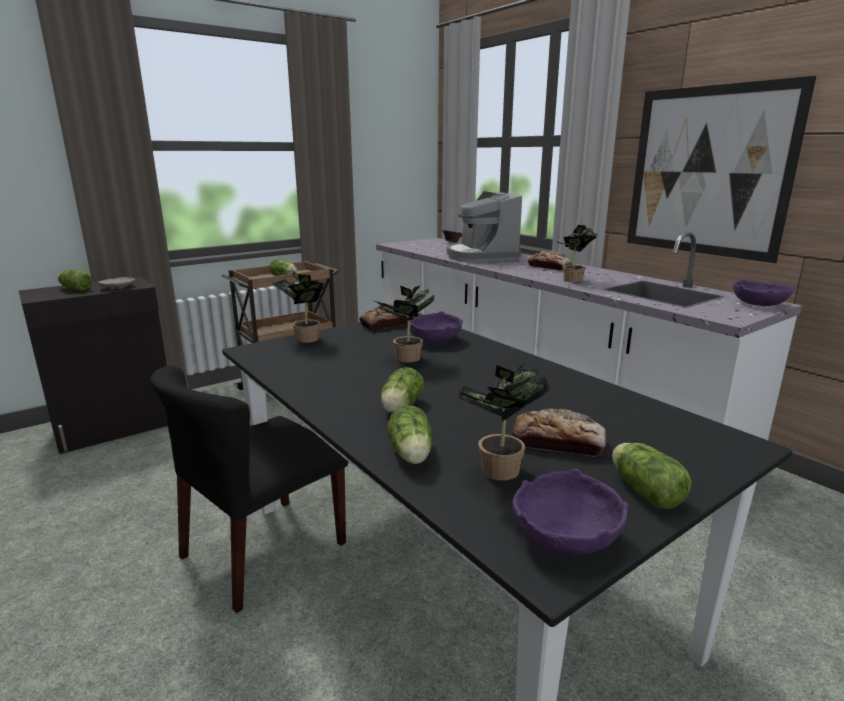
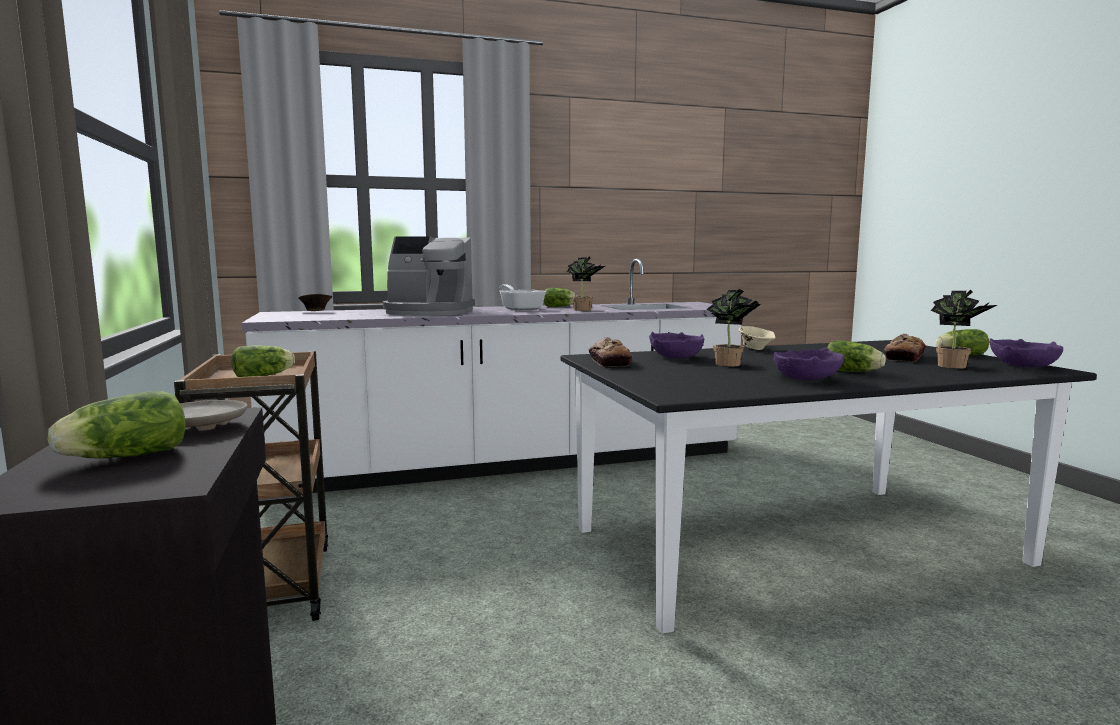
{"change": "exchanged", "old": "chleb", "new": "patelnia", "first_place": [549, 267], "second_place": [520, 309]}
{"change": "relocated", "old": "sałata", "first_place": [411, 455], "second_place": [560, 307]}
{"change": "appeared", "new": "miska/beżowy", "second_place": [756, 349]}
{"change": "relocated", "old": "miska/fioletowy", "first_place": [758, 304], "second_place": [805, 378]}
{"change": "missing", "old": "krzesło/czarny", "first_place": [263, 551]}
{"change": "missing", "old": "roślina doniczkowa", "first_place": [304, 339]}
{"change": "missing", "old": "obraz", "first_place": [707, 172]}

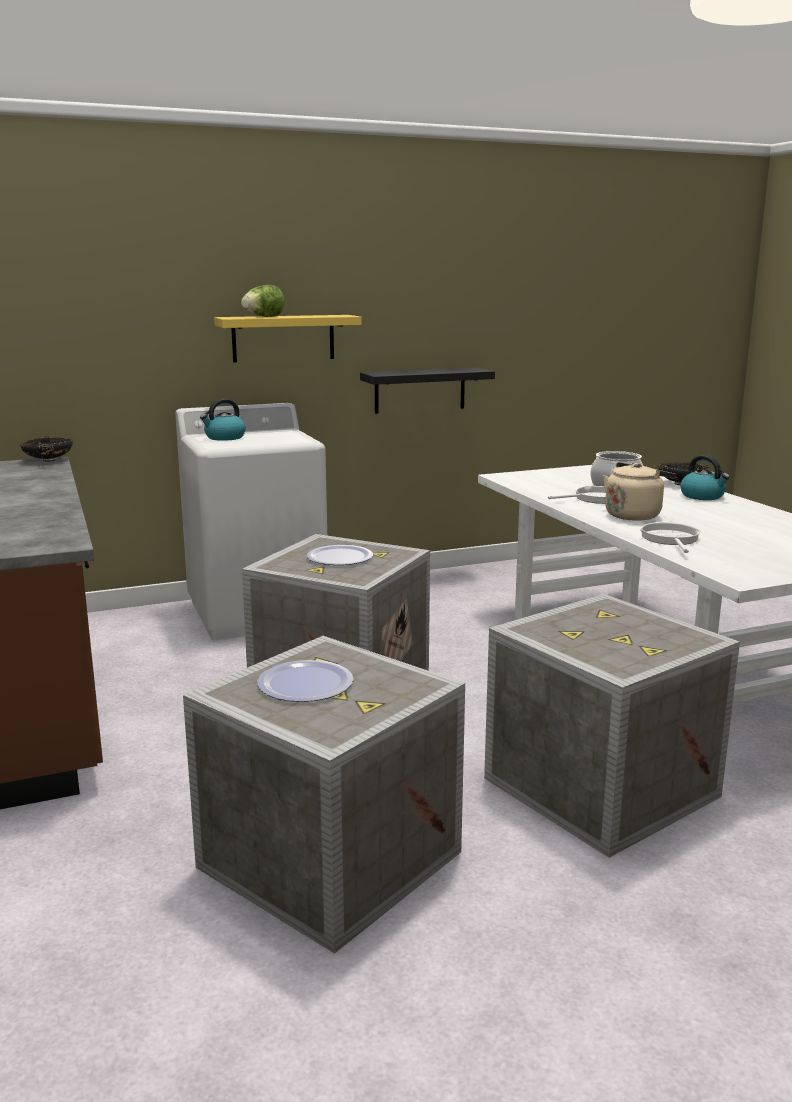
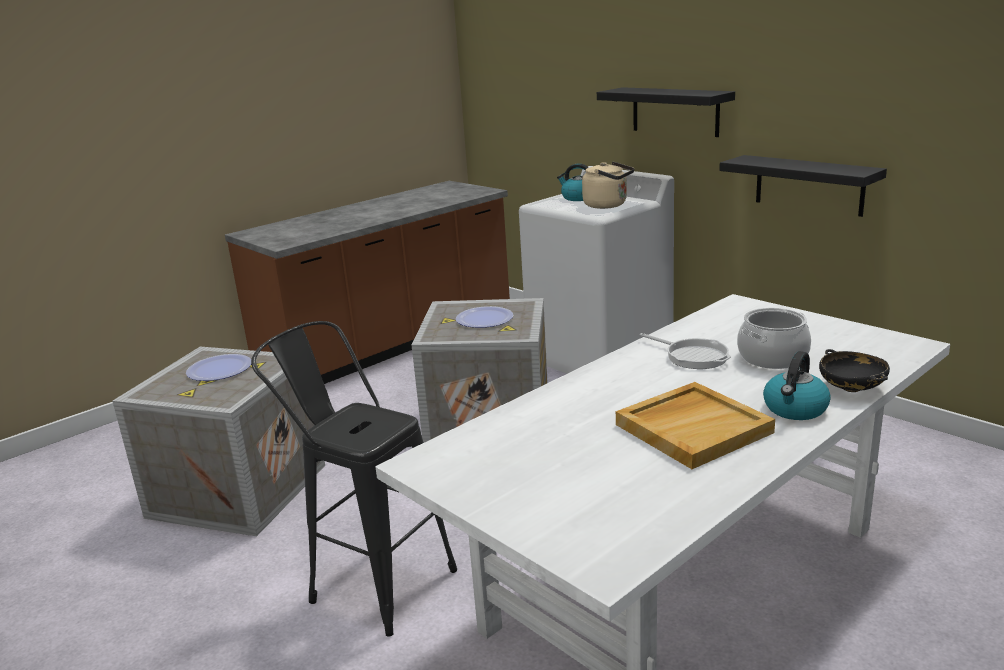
{"change": "exchanged", "old": "skrzynka", "new": "stołek/czarny", "first_place": [596, 787], "second_place": [372, 581]}
{"change": "relocated", "old": "czajnik/beżowy", "first_place": [634, 515], "second_place": [608, 205]}
{"change": "colour", "old": "półka/żółty", "new": "półka/czarny", "first_place": [283, 338], "second_place": [675, 111]}
{"change": "appeared", "new": "taca/beżowy", "second_place": [693, 428]}
{"change": "missing", "old": "miska/czarny", "first_place": [48, 460]}
{"change": "missing", "old": "sałata", "first_place": [263, 317]}
{"change": "missing", "old": "patelnia", "first_place": [670, 539]}

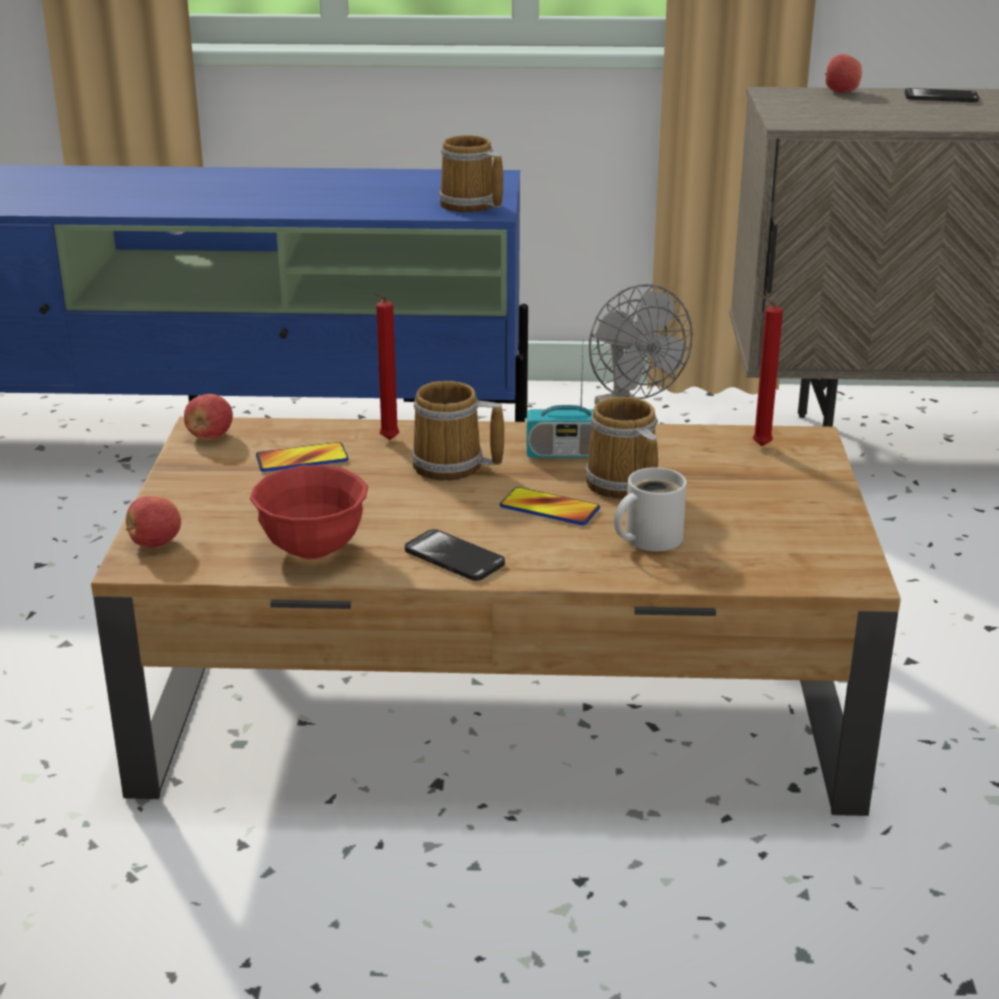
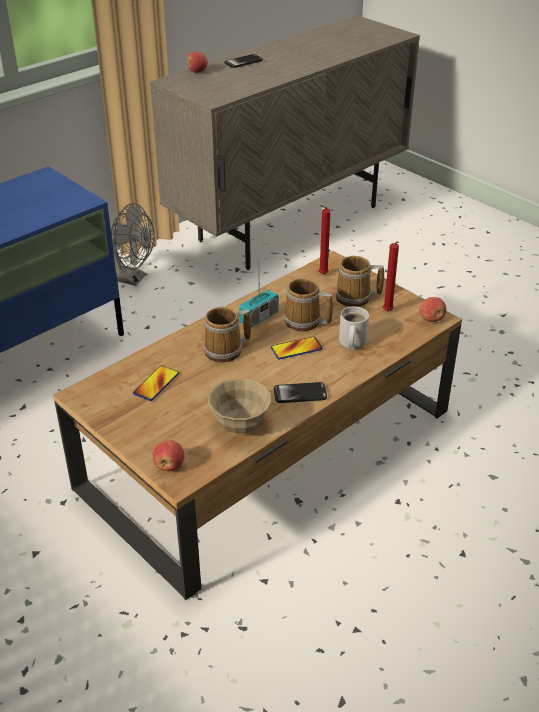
{"change": "colour", "old": "miska/czerwony", "new": "miska/beżowy", "first_place": [313, 549], "second_place": [240, 425]}
{"change": "relocated", "old": "kubek", "first_place": [469, 205], "second_place": [356, 298]}
{"change": "relocated", "old": "świeca/czerwony", "first_place": [387, 441], "second_place": [388, 312]}
{"change": "relocated", "old": "jabłko", "first_place": [210, 436], "second_place": [431, 319]}

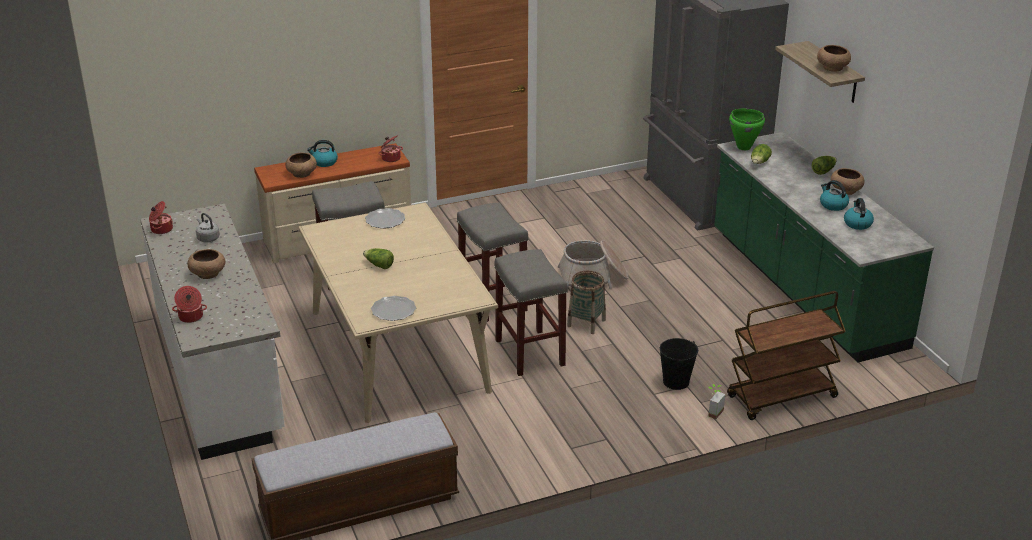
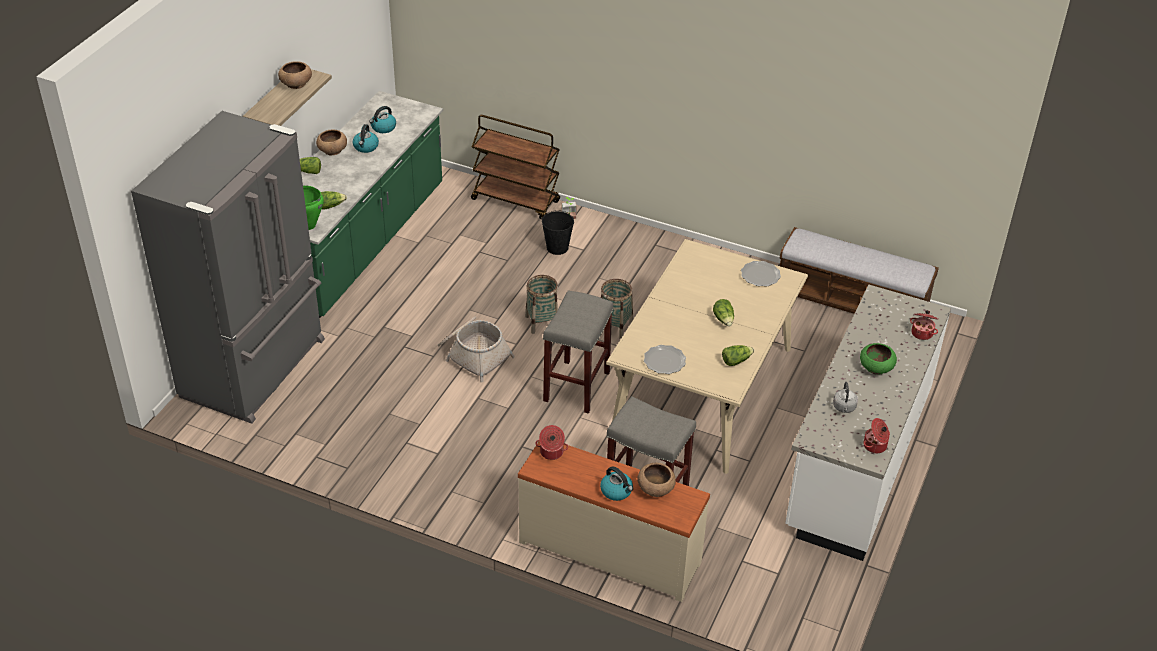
{"change": "exchanged", "old": "stołek/szary", "new": "koszyk", "first_place": [530, 353], "second_place": [614, 326]}
{"change": "appeared", "new": "sałata", "second_place": [736, 360]}
{"change": "colour", "old": "miska/brązowy", "new": "miska/zielony", "first_place": [207, 273], "second_place": [876, 368]}

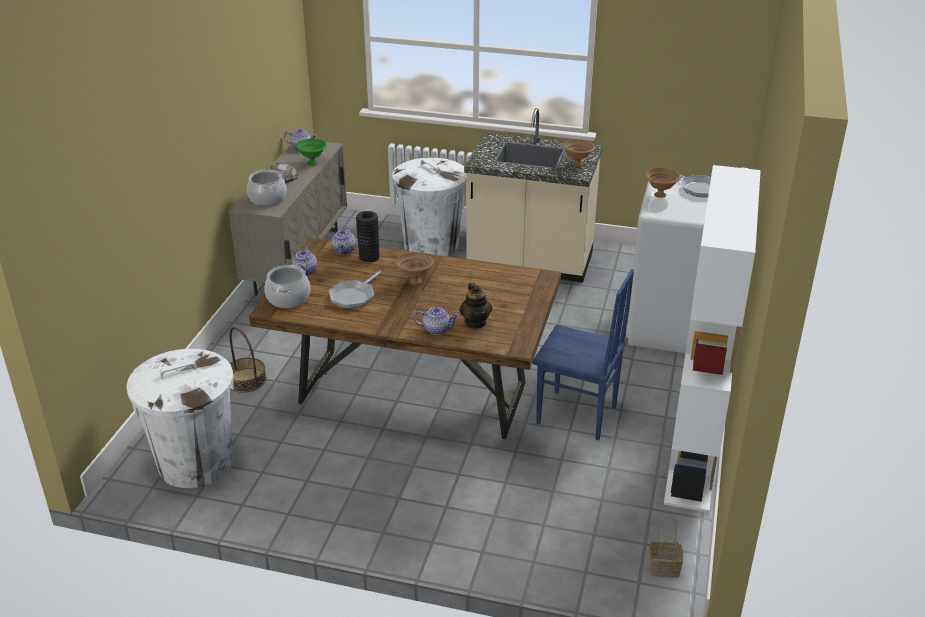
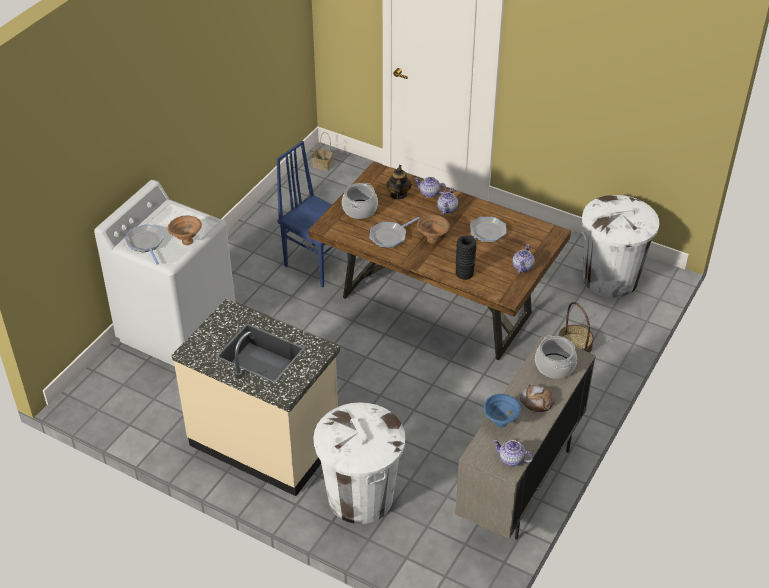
{"change": "relocated", "old": "garnek", "first_place": [288, 298], "second_place": [359, 209]}
{"change": "appeared", "new": "patelnia", "second_place": [390, 236]}
{"change": "relocated", "old": "imbryk", "first_place": [344, 250], "second_place": [447, 209]}
{"change": "colour", "old": "miska/zielony", "new": "miska/niebieski", "first_place": [312, 162], "second_place": [501, 423]}
{"change": "missing", "old": "miska/brązowy", "first_place": [576, 164]}
{"change": "missing", "old": "regał/biały", "first_place": [693, 457]}

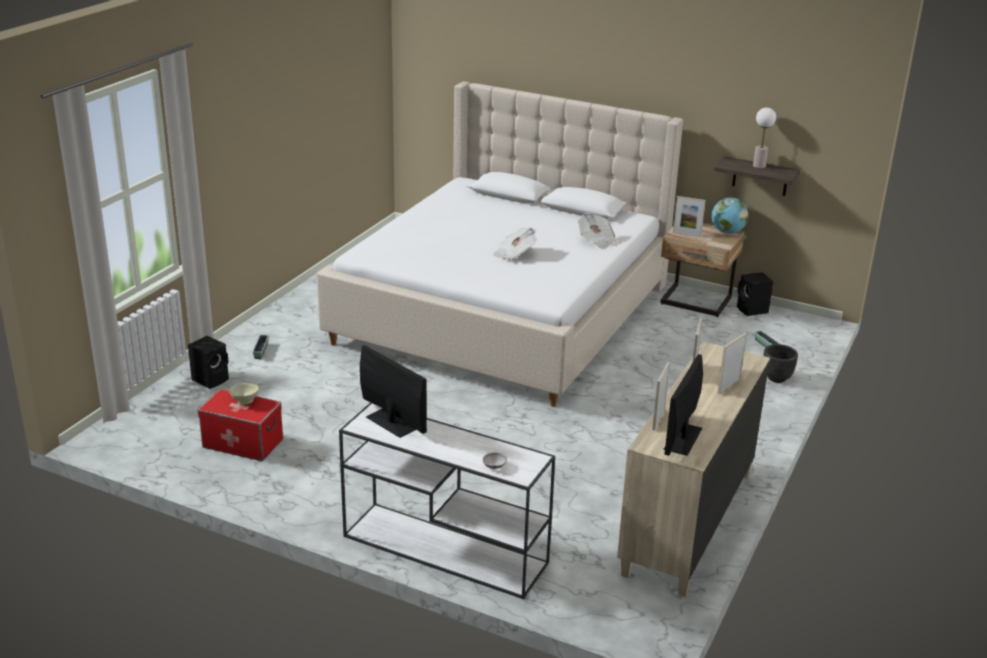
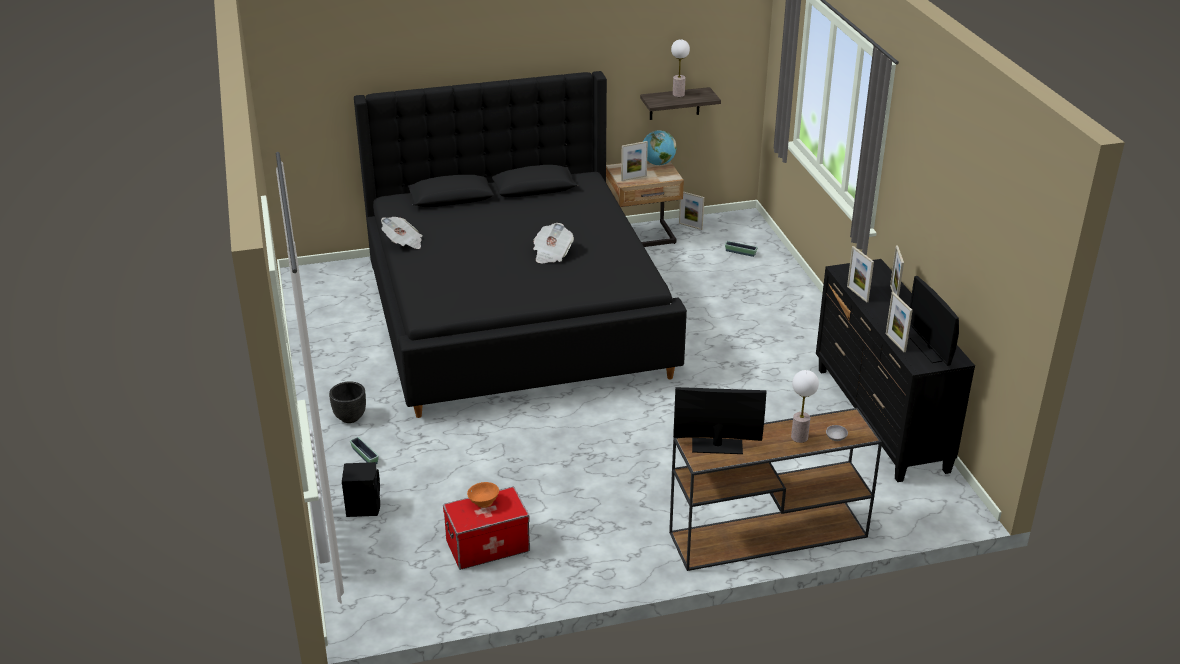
{"change": "relocated", "old": "donica/czarny", "first_place": [776, 378], "second_place": [349, 417]}
{"change": "colour", "old": "łóżko/beżowy", "new": "łóżko/czarny", "first_place": [504, 313], "second_place": [516, 316]}
{"change": "relocated", "old": "gazeta", "first_place": [596, 241], "second_place": [403, 242]}
{"change": "colour", "old": "miska/beżowy", "new": "miska/pomarańczowy", "first_place": [245, 401], "second_place": [483, 502]}
{"change": "colour", "old": "stolik konsolowy/biały", "new": "stolik konsolowy/brązowy", "first_place": [443, 549], "second_place": [766, 535]}
{"change": "exchanged", "old": "głośnik/czarny", "new": "ramka na zdjęcie", "first_place": [752, 310], "second_place": [690, 226]}
{"change": "appeared", "new": "lampa stołowa", "second_place": [799, 437]}
{"change": "colour", "old": "komoda/beżowy", "new": "komoda/czarny", "first_place": [687, 522], "second_place": [880, 419]}

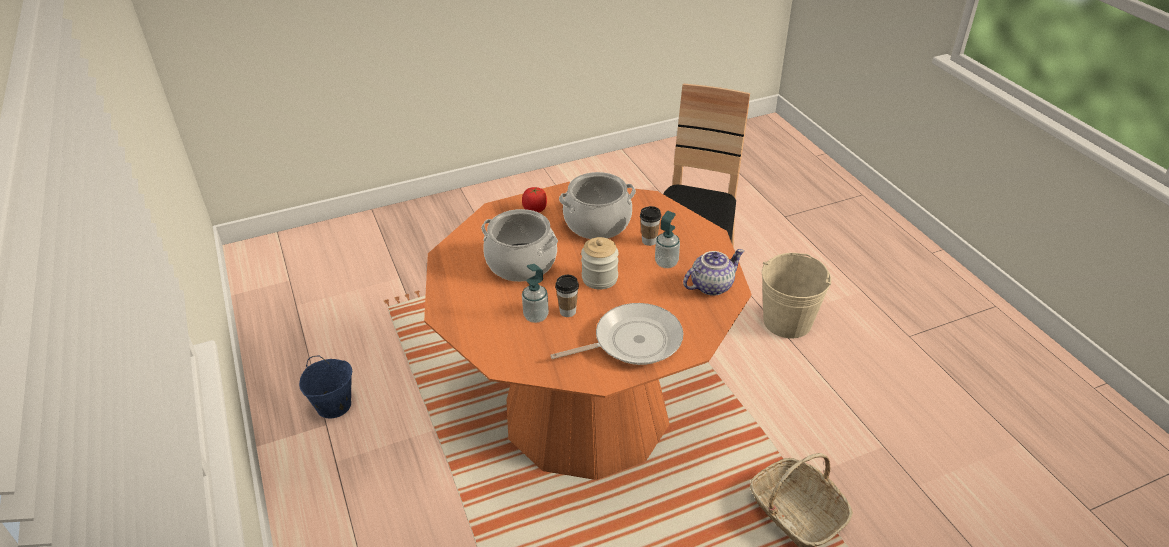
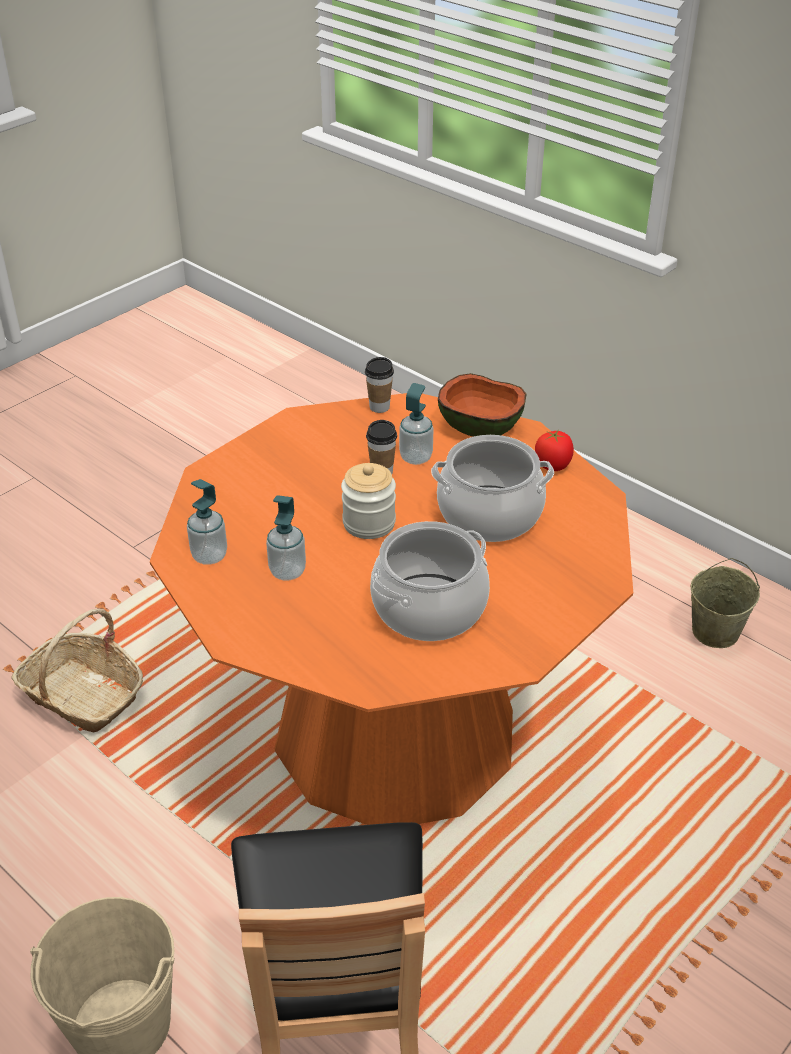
{"change": "exchanged", "old": "imbryk", "new": "dozownik mydła", "first_place": [711, 285], "second_place": [209, 556]}
{"change": "relocated", "old": "filiżanka", "first_place": [649, 241], "second_place": [379, 407]}
{"change": "appeared", "new": "miska", "second_place": [481, 426]}
{"change": "relocated", "old": "pomidor", "first_place": [535, 210], "second_place": [553, 465]}
{"change": "colour", "old": "wiadro/niebieski", "new": "wiadro/beżowy", "first_place": [333, 406], "second_place": [715, 631]}
{"change": "missing", "old": "patelnia", "first_place": [632, 341]}

